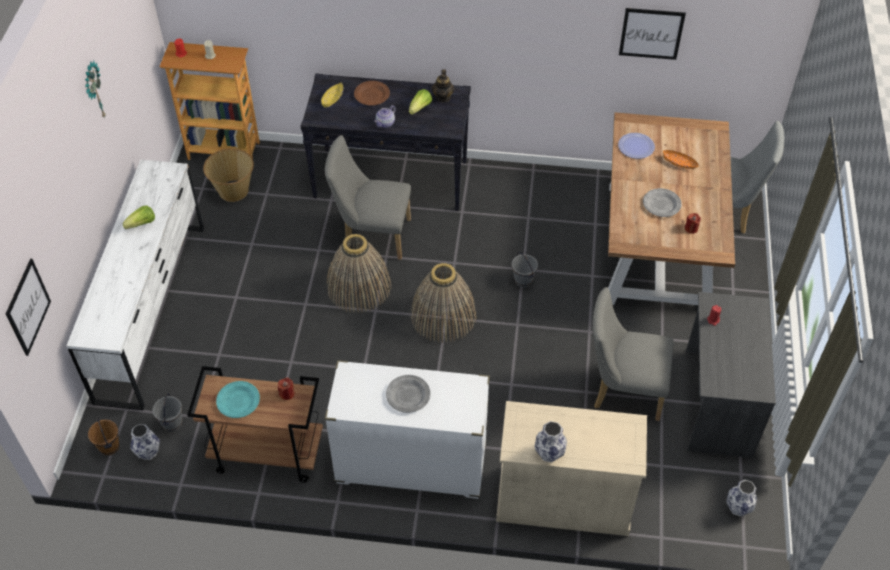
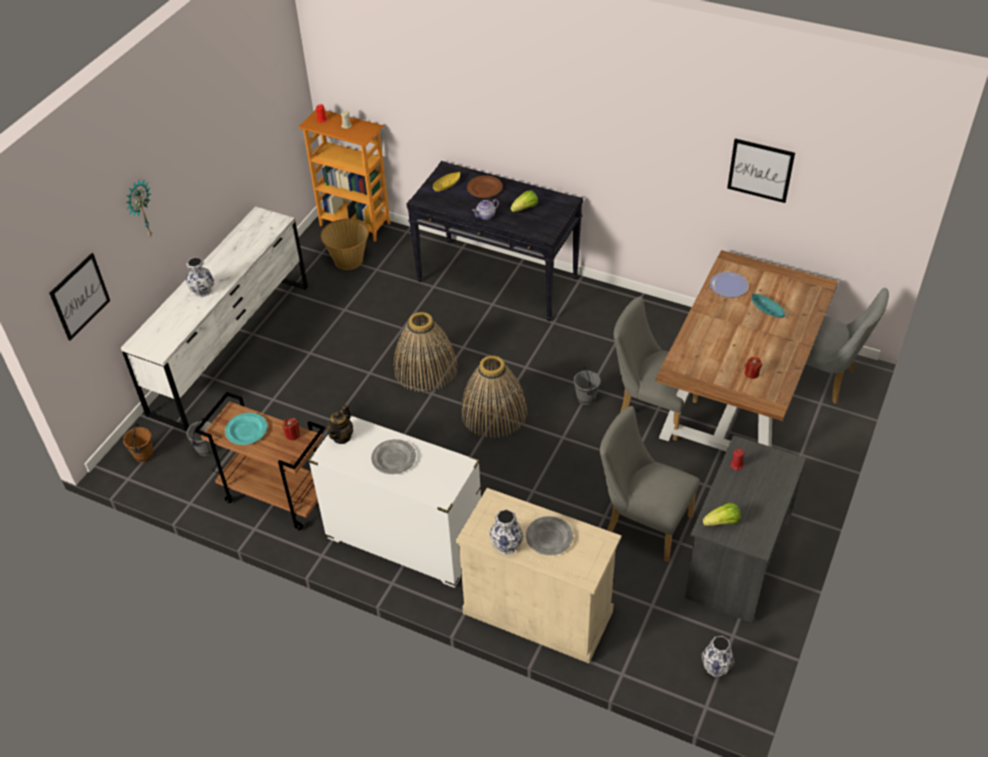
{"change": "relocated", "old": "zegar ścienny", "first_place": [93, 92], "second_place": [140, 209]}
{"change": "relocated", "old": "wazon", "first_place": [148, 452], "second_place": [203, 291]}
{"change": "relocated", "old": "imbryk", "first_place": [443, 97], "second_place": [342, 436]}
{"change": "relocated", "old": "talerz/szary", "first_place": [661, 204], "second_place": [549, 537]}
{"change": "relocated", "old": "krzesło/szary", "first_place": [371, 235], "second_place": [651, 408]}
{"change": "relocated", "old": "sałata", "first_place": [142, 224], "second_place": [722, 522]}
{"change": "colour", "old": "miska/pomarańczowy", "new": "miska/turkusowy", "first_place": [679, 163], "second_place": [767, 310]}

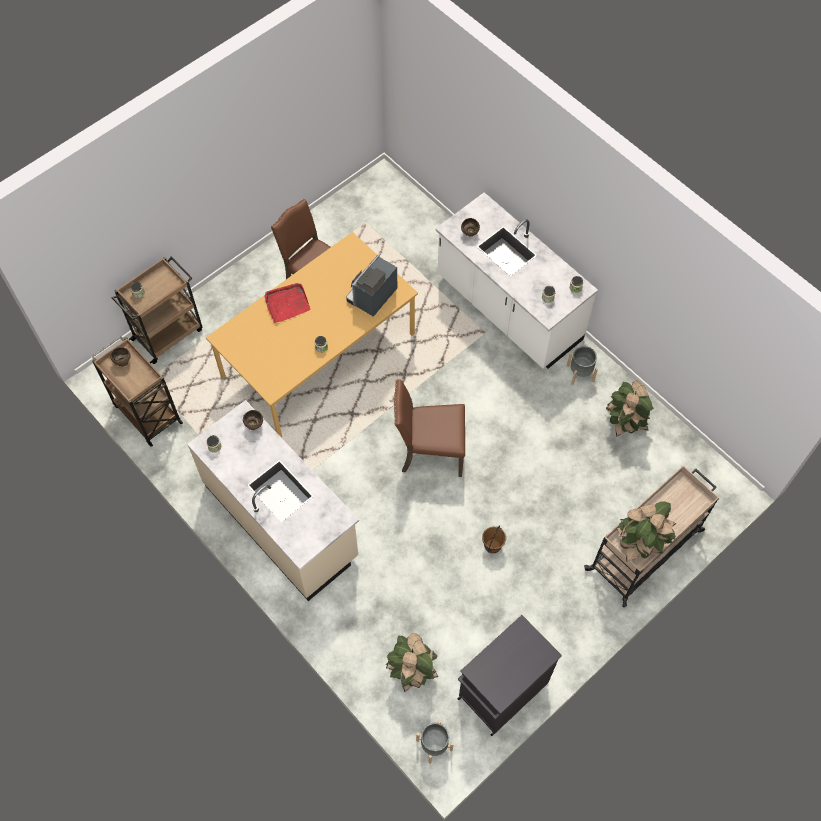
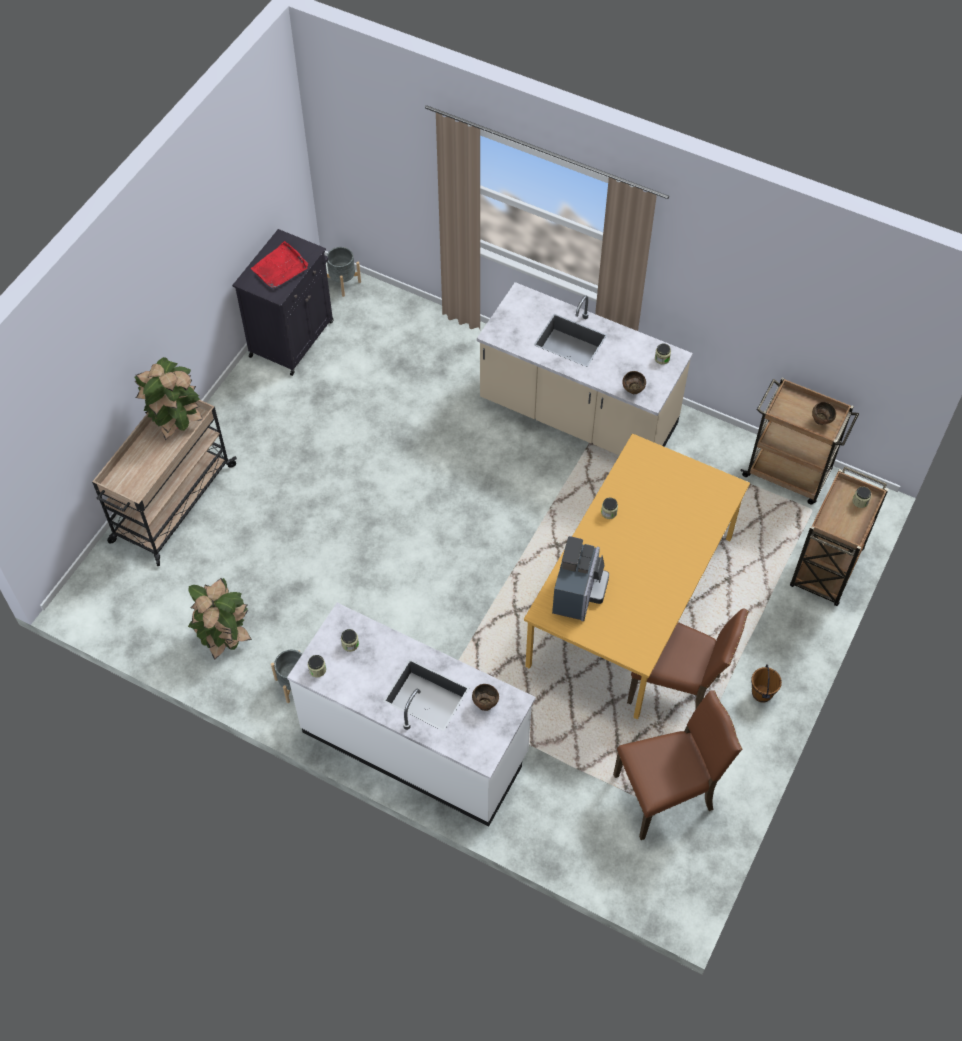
{"change": "relocated", "old": "taca/czerwony", "first_place": [287, 303], "second_place": [280, 268]}
{"change": "relocated", "old": "krzesło/brązowy", "first_place": [430, 451], "second_place": [666, 793]}
{"change": "relocated", "old": "wiadro/brązowy", "first_place": [492, 546], "second_place": [761, 693]}
{"change": "missing", "old": "roślina doniczkowa", "first_place": [411, 672]}

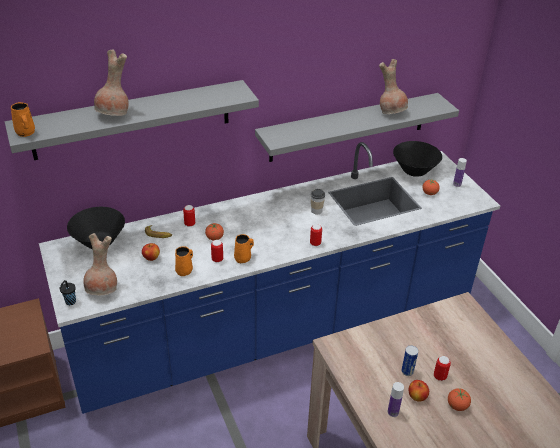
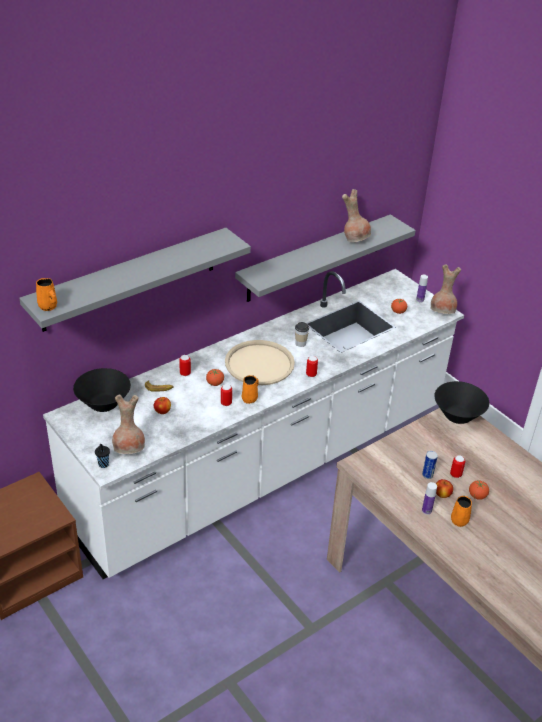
{"change": "colour", "old": "zabudowa kuchenna/niebieski", "new": "zabudowa kuchenna/biały", "first_place": [276, 329], "second_place": [265, 466]}
{"change": "appeared", "new": "taca/beżowy", "second_place": [259, 363]}
{"change": "relocated", "old": "wazon/brązowy", "first_place": [114, 114], "second_place": [442, 312]}
{"change": "relocated", "old": "miska/czarny", "first_place": [414, 170], "second_place": [457, 415]}
{"change": "relocated", "old": "kubek/pomarańczowy", "first_place": [185, 270], "second_place": [459, 519]}

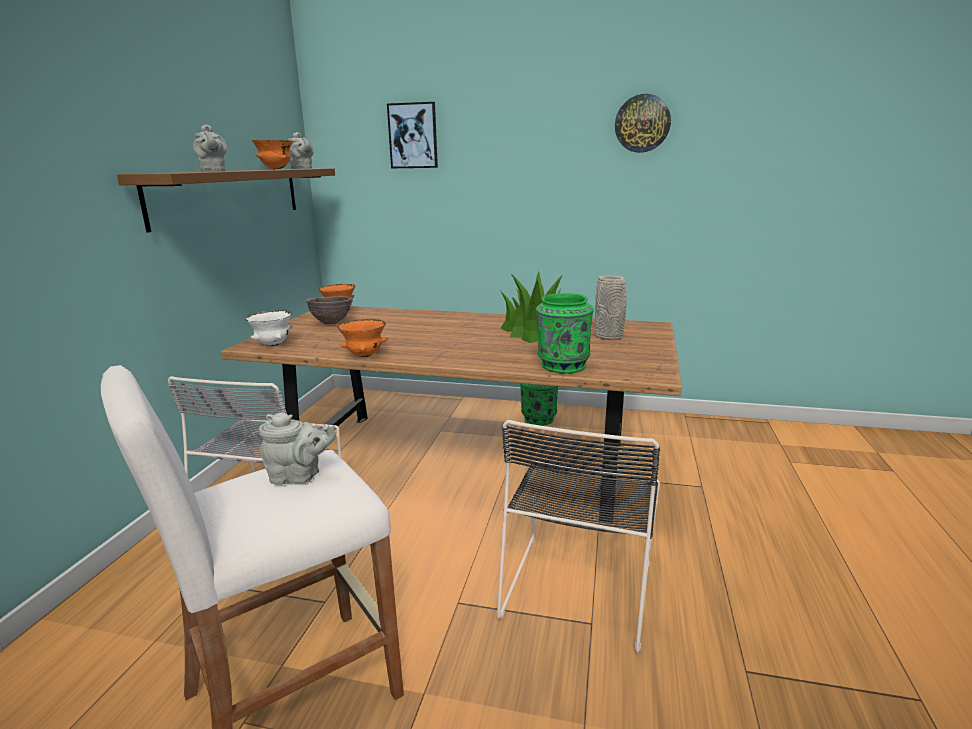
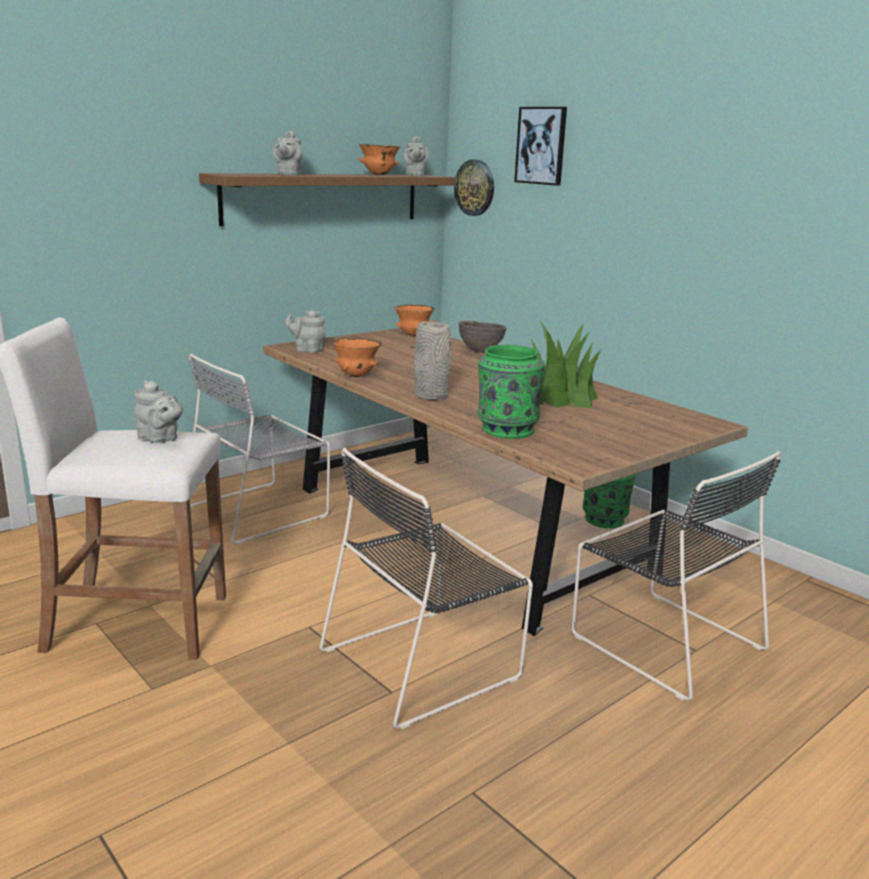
{"change": "exchanged", "old": "miska/biały", "new": "imbryk/szary", "first_place": [273, 344], "second_place": [307, 350]}
{"change": "relocated", "old": "wazon/szary", "first_place": [609, 337], "second_place": [431, 396]}
{"change": "relocated", "old": "zegar ścienny", "first_place": [642, 123], "second_place": [475, 187]}
{"change": "relocated", "old": "miska/brązowy", "first_place": [331, 323], "second_place": [480, 351]}
{"change": "appeared", "new": "krzesło/czarny", "second_place": [662, 639]}

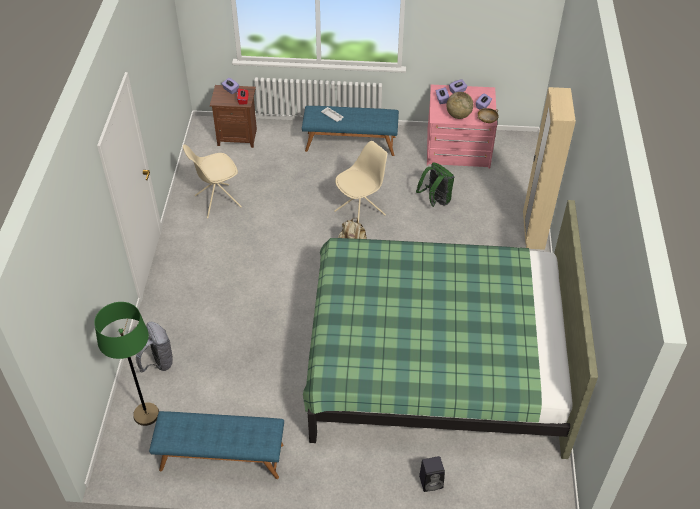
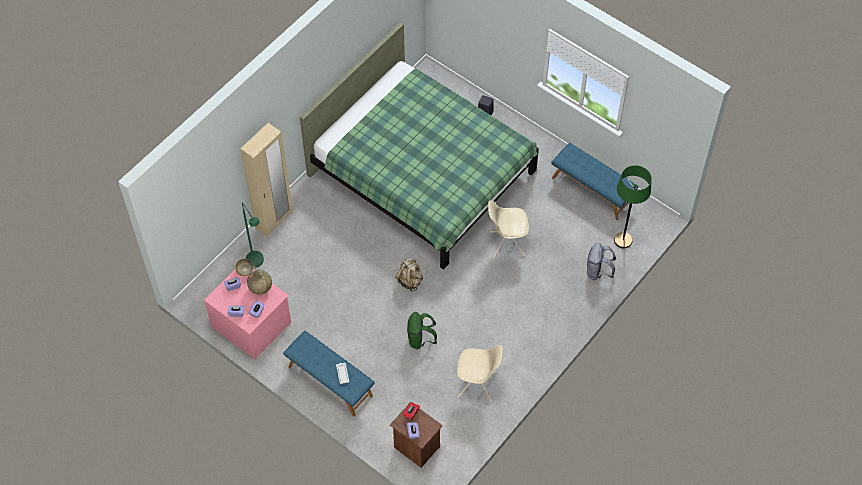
{"change": "appeared", "new": "lampa stojąca/zielony", "second_place": [257, 263]}
{"change": "relocated", "old": "plecak/zielony", "first_place": [435, 200], "second_place": [420, 339]}
{"change": "relocated", "old": "krzesło/beżowy", "first_place": [360, 213], "second_place": [506, 244]}

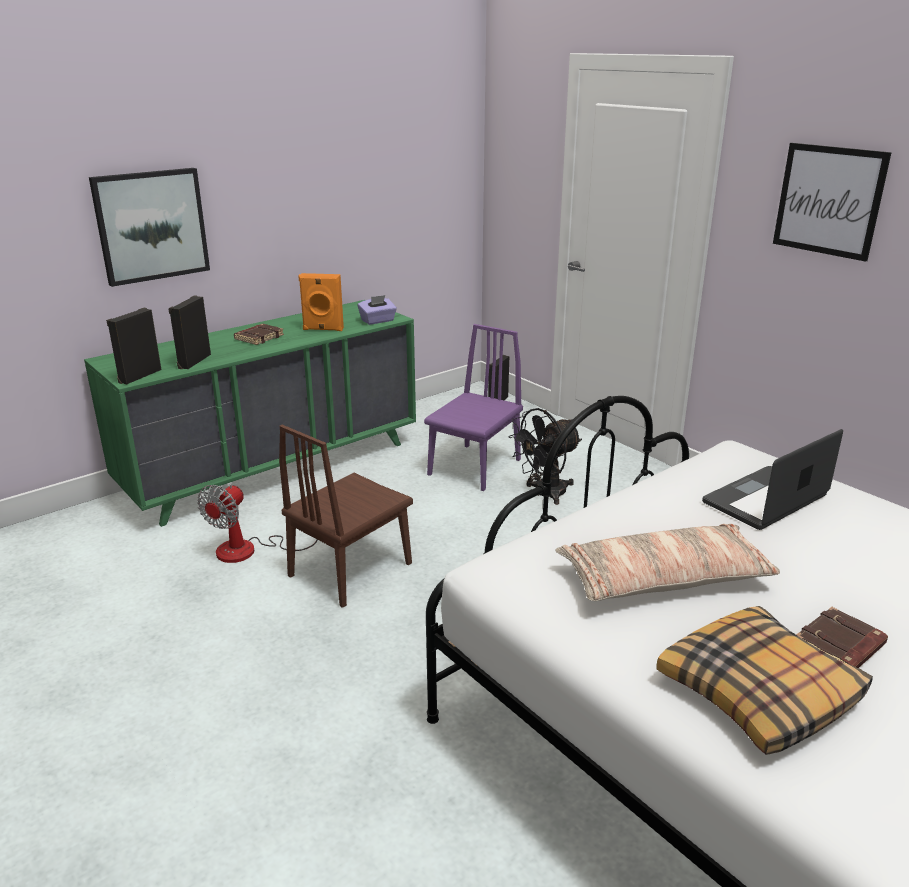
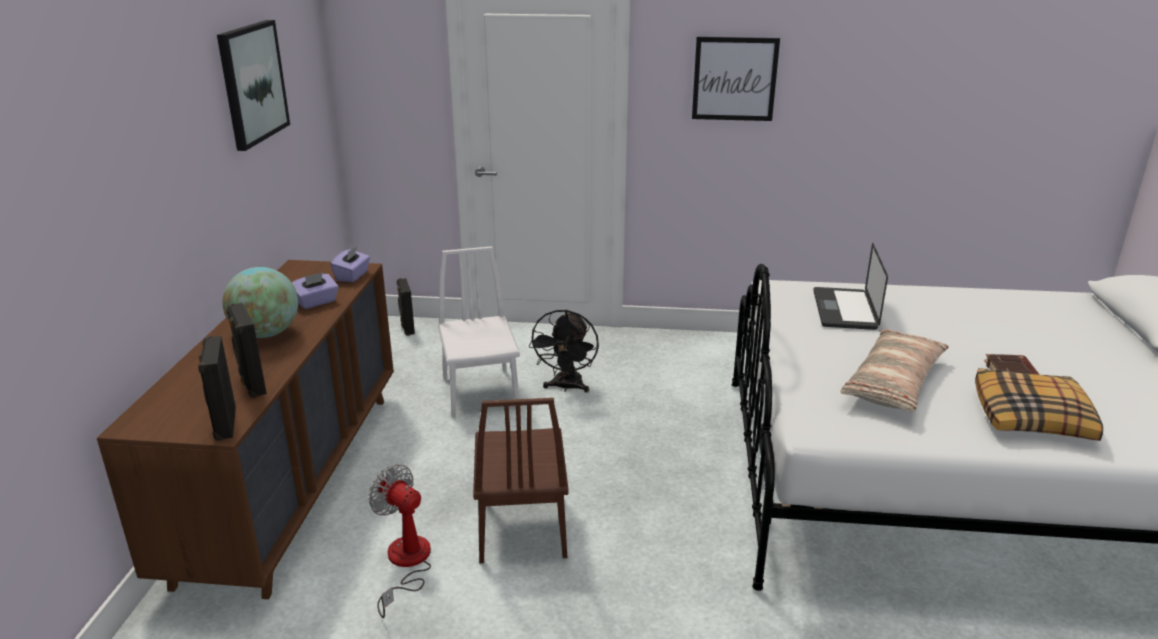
{"change": "colour", "old": "komoda/zielony", "new": "komoda/brązowy", "first_place": [274, 468], "second_place": [293, 481]}
{"change": "relocated", "old": "obraz", "first_place": [151, 225], "second_place": [252, 83]}
{"change": "exchanged", "old": "książka/brązowy", "new": "globus", "first_place": [259, 337], "second_place": [266, 334]}
{"change": "exchanged", "old": "głośnik/pomarańczowy", "new": "pudełko chusteczek/fioletowy", "first_place": [323, 329], "second_place": [316, 302]}
{"change": "spun", "old": "wentylator", "first_place": [250, 550], "second_place": [405, 564], "degrees": 150}
{"change": "colour", "old": "krzesło/fioletowy", "new": "krzesło/biały", "first_place": [474, 467], "second_place": [480, 392]}

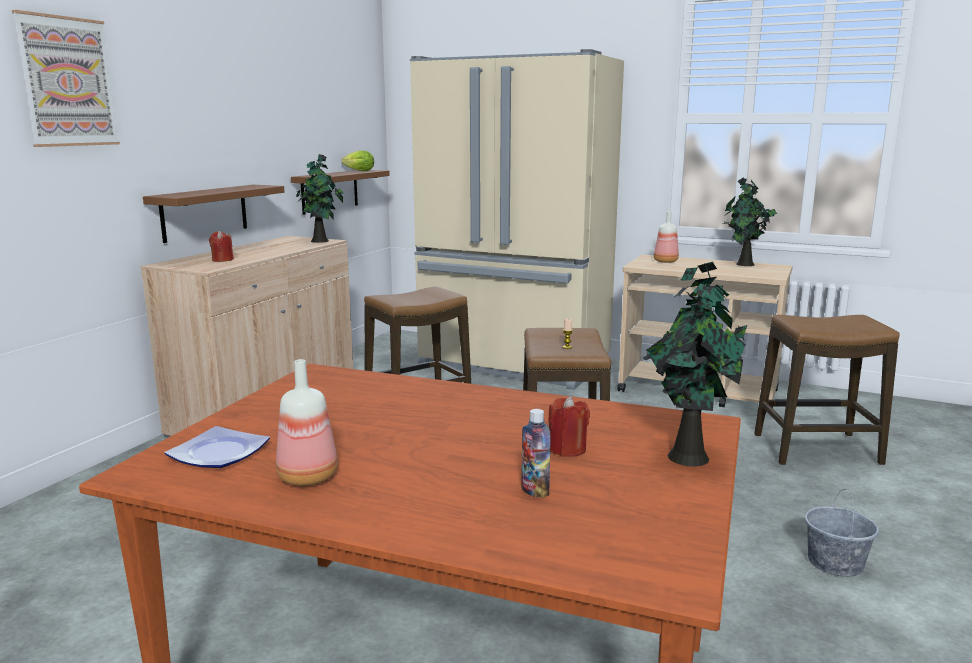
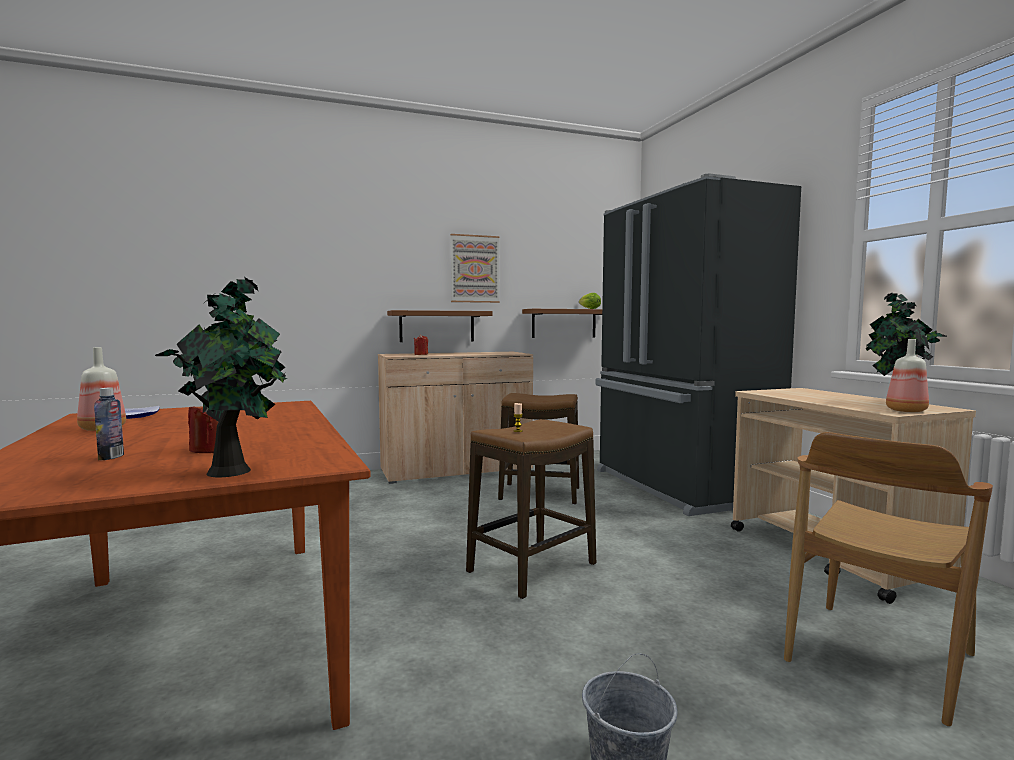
{"change": "relocated", "old": "obraz", "first_place": [67, 82], "second_place": [474, 269]}
{"change": "colour", "old": "lodówka/beżowy", "new": "lodówka/czarny", "first_place": [514, 364], "second_place": [679, 487]}
{"change": "exchanged", "old": "stołek", "new": "krzesło/brązowy", "first_place": [816, 449], "second_place": [877, 657]}
{"change": "relocated", "old": "butelka", "first_place": [665, 261], "second_place": [905, 411]}
{"change": "missing", "old": "roślina doniczkowa", "first_place": [321, 241]}

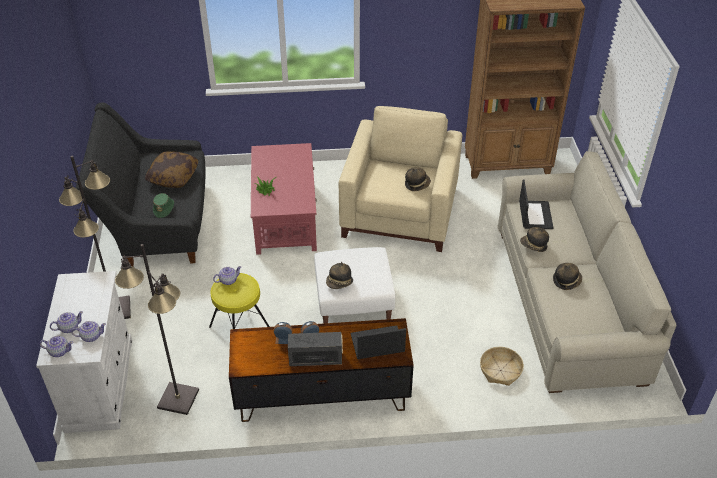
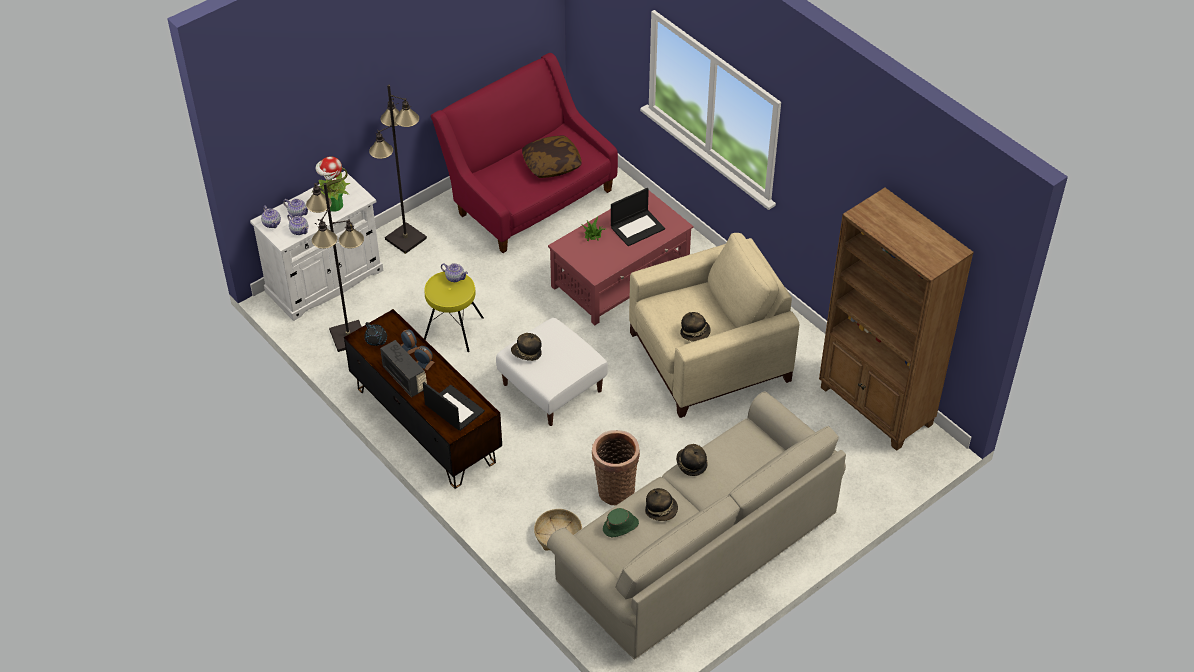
{"change": "appeared", "new": "roślina doniczkowa", "second_place": [333, 205]}
{"change": "appeared", "new": "imbryk/czarny", "second_place": [376, 340]}
{"change": "colour", "old": "kanapa/czarny", "new": "kanapa/czerwony", "first_place": [157, 222], "second_place": [529, 197]}
{"change": "appeared", "new": "koszyk", "second_place": [615, 488]}
{"change": "relocated", "old": "kapelusz/zielony", "first_place": [164, 208], "second_place": [621, 526]}
{"change": "relocated", "old": "laptop", "first_place": [535, 215], "second_place": [637, 227]}

